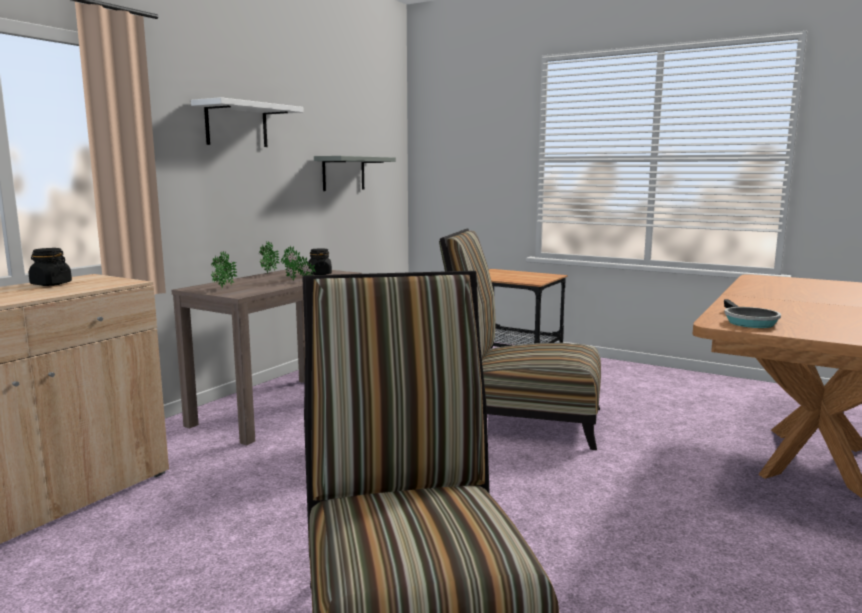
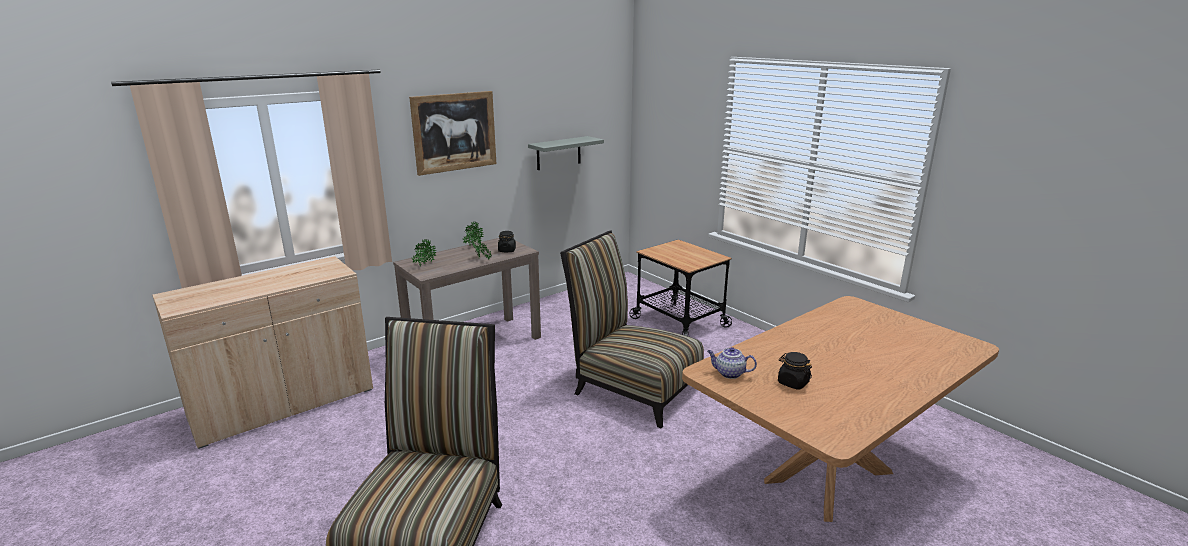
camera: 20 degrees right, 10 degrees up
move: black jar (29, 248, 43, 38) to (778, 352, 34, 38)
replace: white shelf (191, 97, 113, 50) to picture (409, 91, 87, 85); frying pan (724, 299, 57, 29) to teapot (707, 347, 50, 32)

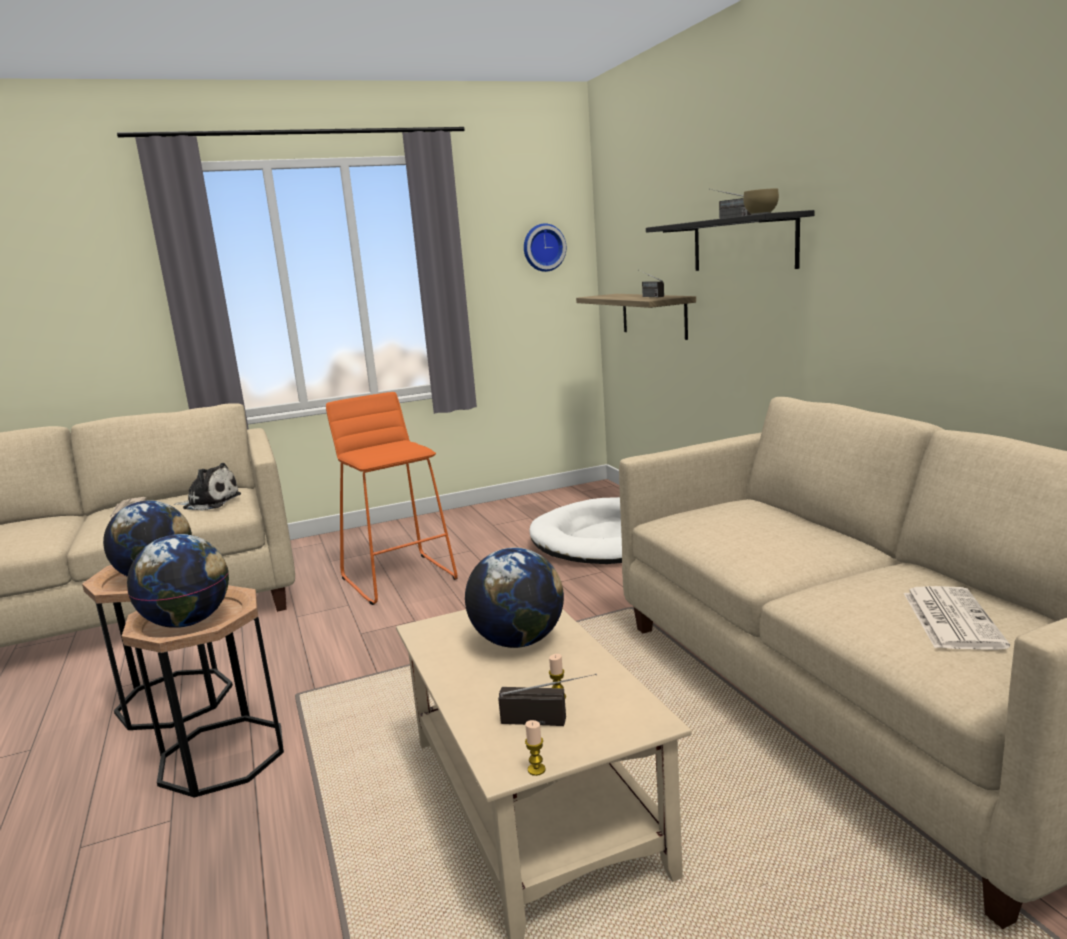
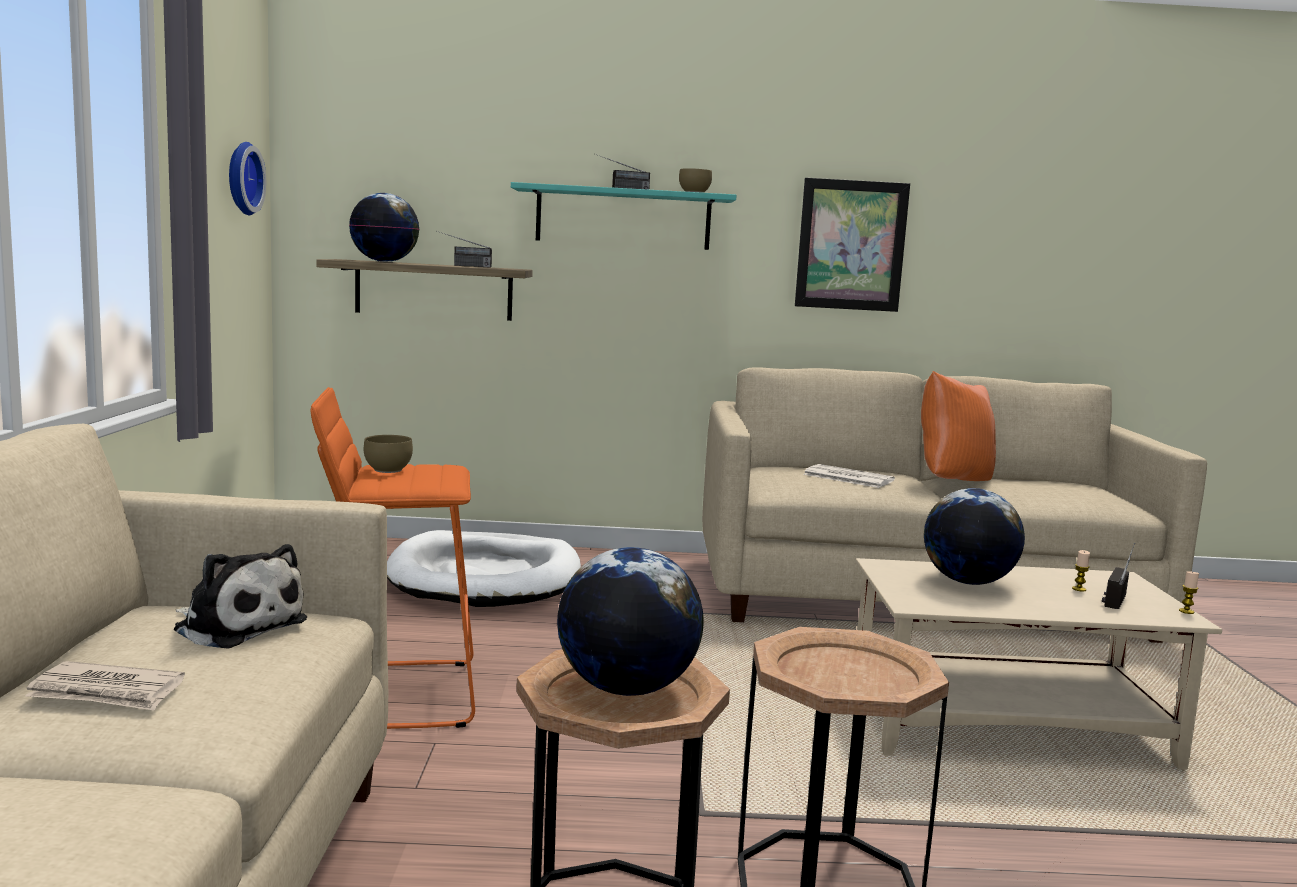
camera: 70 degrees left, 5 degrees down
insert: brown bowl (364, 435, 49, 38); picture (795, 178, 115, 134); orange pillow (921, 371, 75, 110)
move: globe (127, 534, 102, 94) to (349, 193, 71, 69); newspaper (904, 586, 106, 64) to (803, 464, 92, 24)
recolor: black shelf (646, 210, 169, 61) to turquoise shelf (511, 182, 226, 68)
rotate: plush toy (173, 463, 68, 48) = (173, 544, 134, 105) 90 degrees clockwise

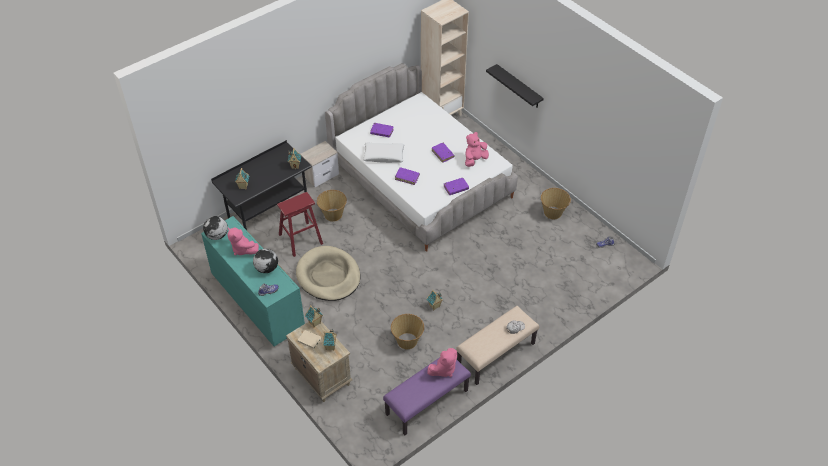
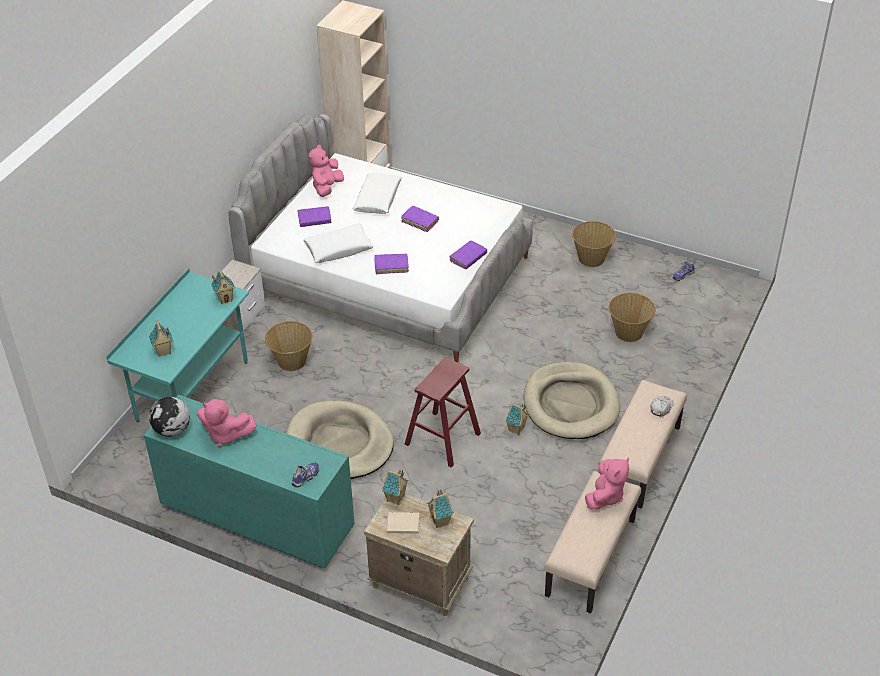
camera: 25 degrees left, 5 degrees down
delete: globe (253, 249, 25, 24); black shelf (486, 64, 58, 44)
insert: white pillow (353, 173, 49, 41); beige dog bed (524, 362, 96, 77)
move: pink plush toy (465, 132, 24, 35) to (309, 145, 35, 52); red stool (277, 192, 46, 65) to (405, 357, 76, 111); basket (391, 314, 33, 35) to (609, 293, 46, 49)
recolor: black desk (211, 140, 101, 90) to turquoise desk (106, 269, 143, 154); purple bench (383, 357, 88, 78) to beige bench (544, 471, 97, 142)

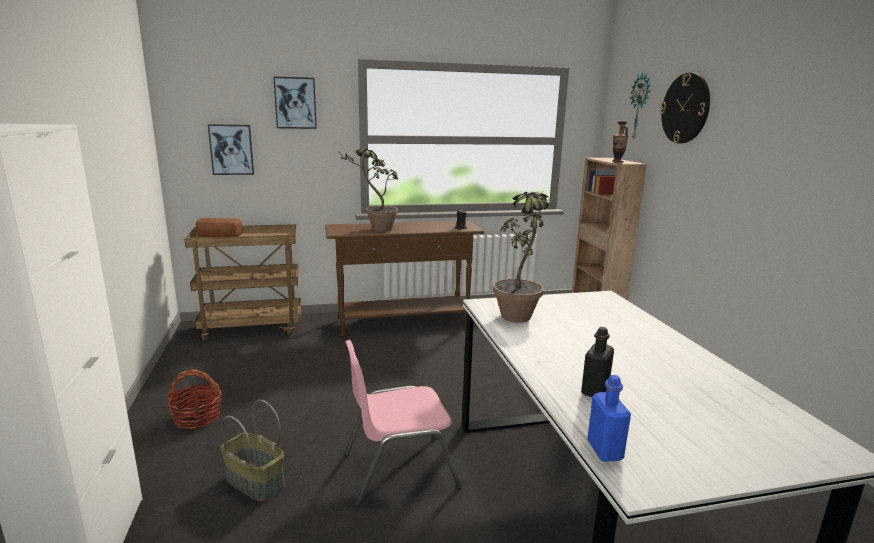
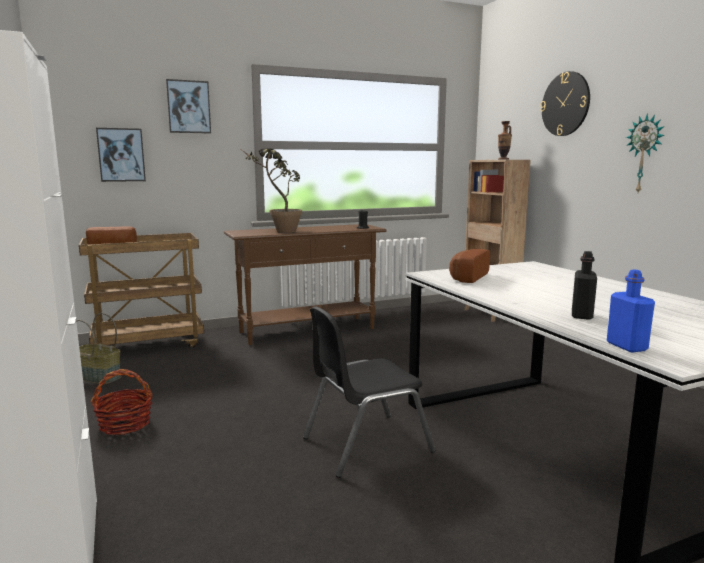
camera: 10 degrees left, 5 degrees down
move: basket (221, 400, 64, 101) to (76, 313, 46, 71); wall clock (630, 72, 21, 69) to (626, 113, 39, 80)
replace: potted plant (493, 192, 56, 131) to bread (449, 249, 41, 34)
recolor: pink chair (344, 340, 118, 166) to black chair (303, 306, 132, 172)

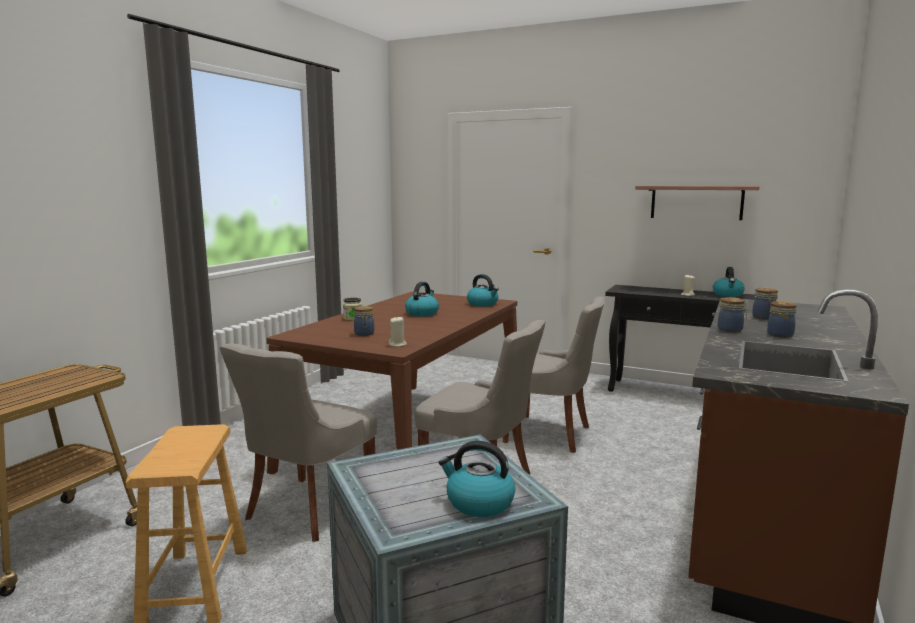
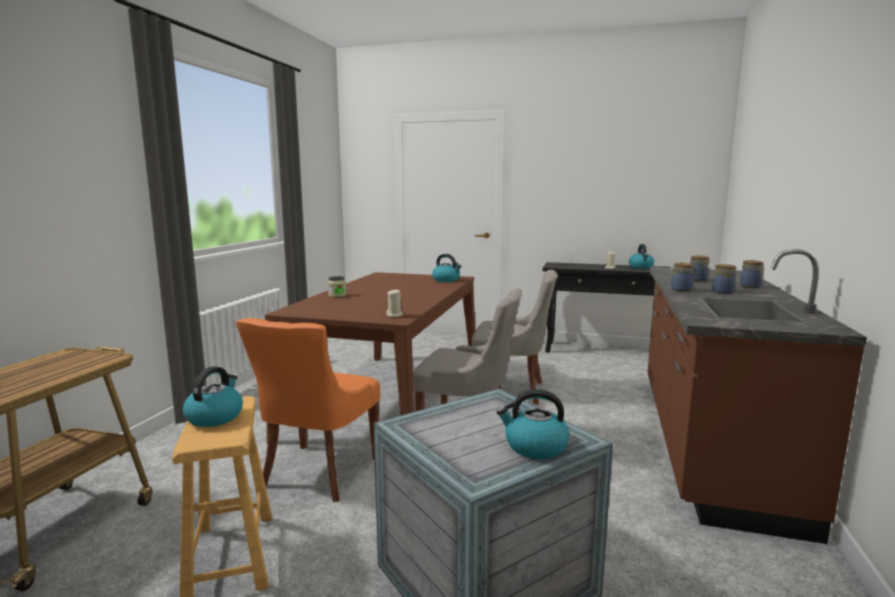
camera: 10 degrees left, 0 degrees up
delete: shelf (635, 186, 125, 34)
move: kettle (405, 282, 34, 35) to (183, 366, 60, 61); jar (354, 306, 20, 30) to (740, 260, 24, 28)
recolor: grey chair (220, 344, 157, 198) to orange chair (236, 318, 144, 184)

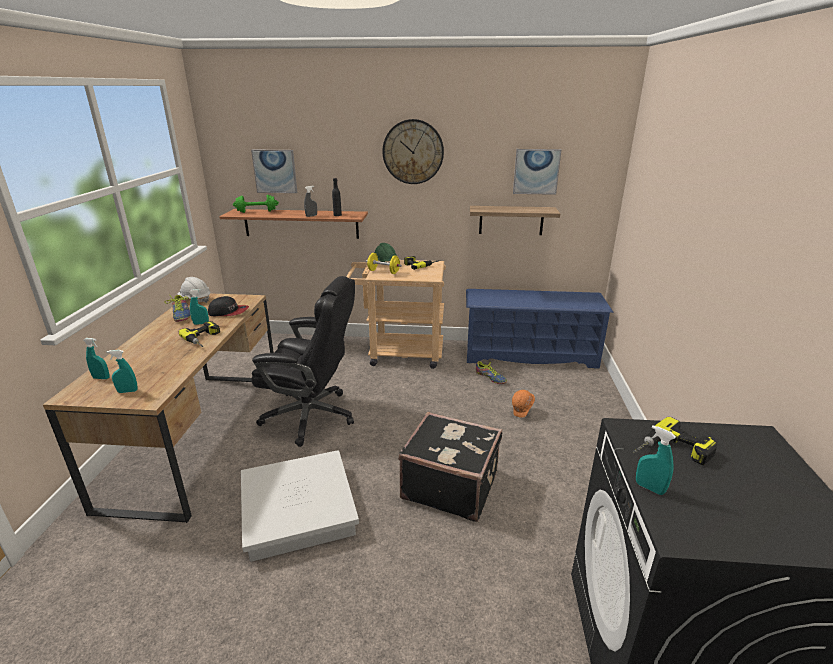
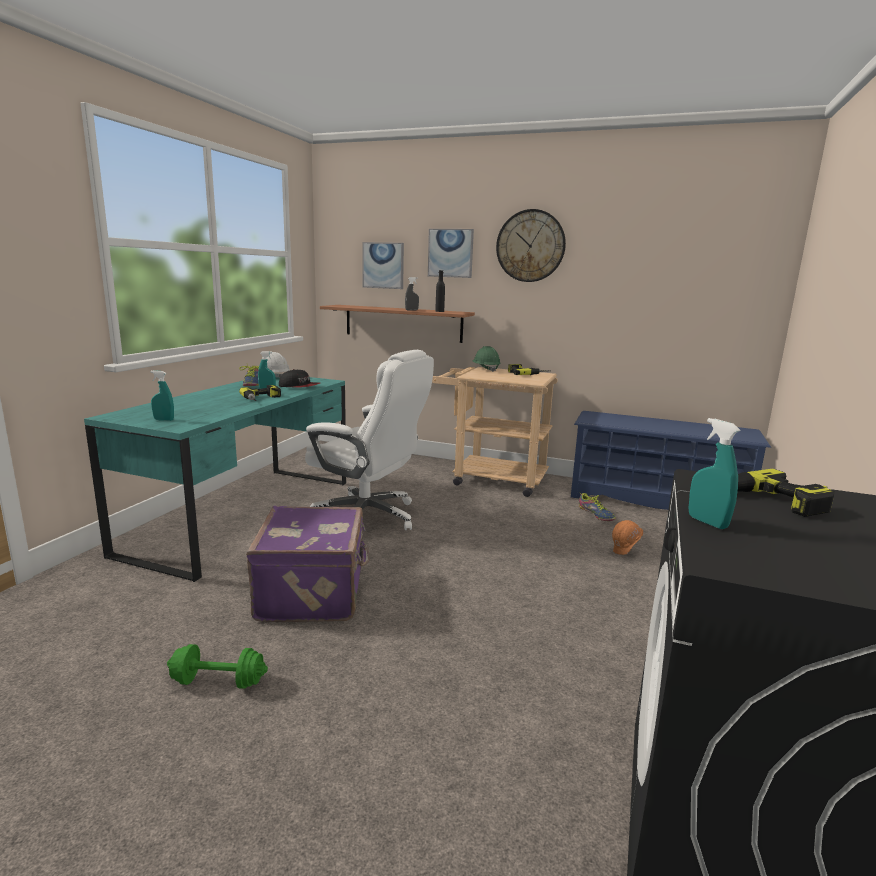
camera: 15 degrees right, 10 degrees down
delete: turquoise spray bottle (83, 338, 27, 41); yellow dumbbell (366, 253, 36, 21); black suitcase (398, 412, 104, 110); shelf (470, 206, 90, 29)
move: green dumbbell (233, 195, 46, 18) to (167, 644, 101, 45); picture (513, 149, 48, 46) to (428, 229, 46, 49)
replace: white storage box (241, 450, 118, 112) to purple suitcase (246, 506, 124, 116)
recolor: brown desk (43, 293, 231, 230) to turquoise desk (84, 373, 262, 209); black office chair (251, 276, 104, 171) to white office chair (305, 350, 129, 180)

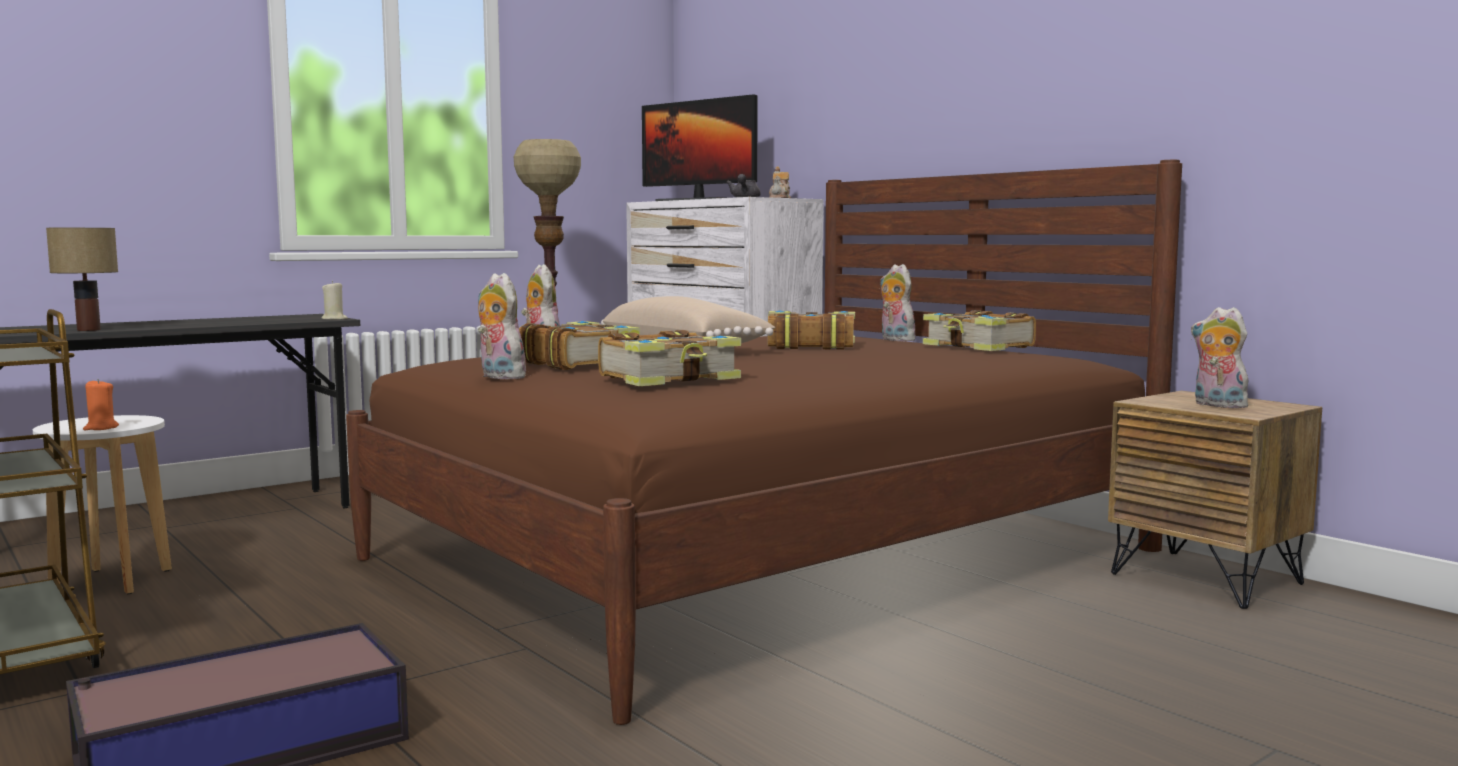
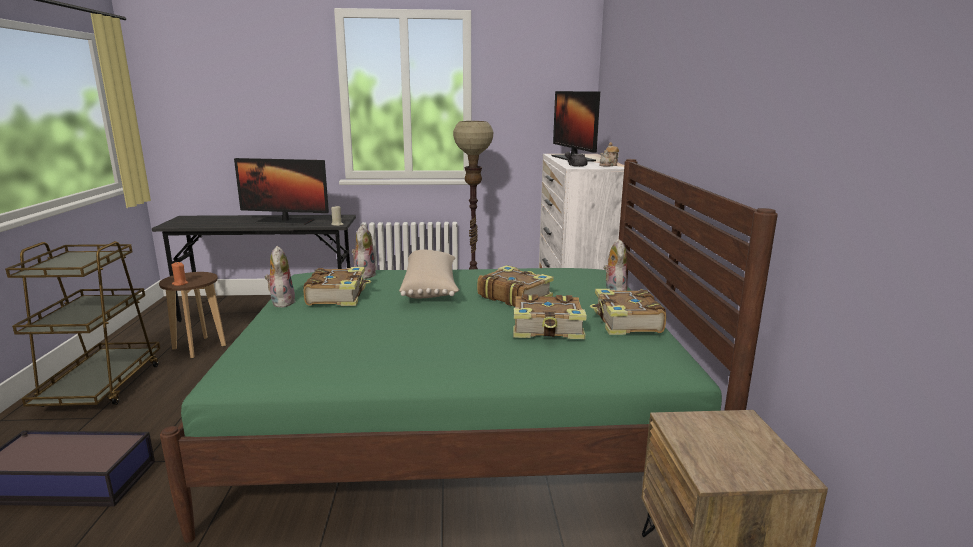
camera: 35 degrees right, 10 degrees up
delete: table lamp (46, 228, 72, 103); plush toy (1191, 307, 60, 101)
insert: monitor (234, 158, 95, 67)
move: book (598, 330, 143, 56) to (513, 294, 74, 45)
recolor: white stool (33, 415, 139, 179) to brown stool (159, 272, 67, 86); brown bed (346, 160, 836, 565) to green bed (160, 159, 618, 384)

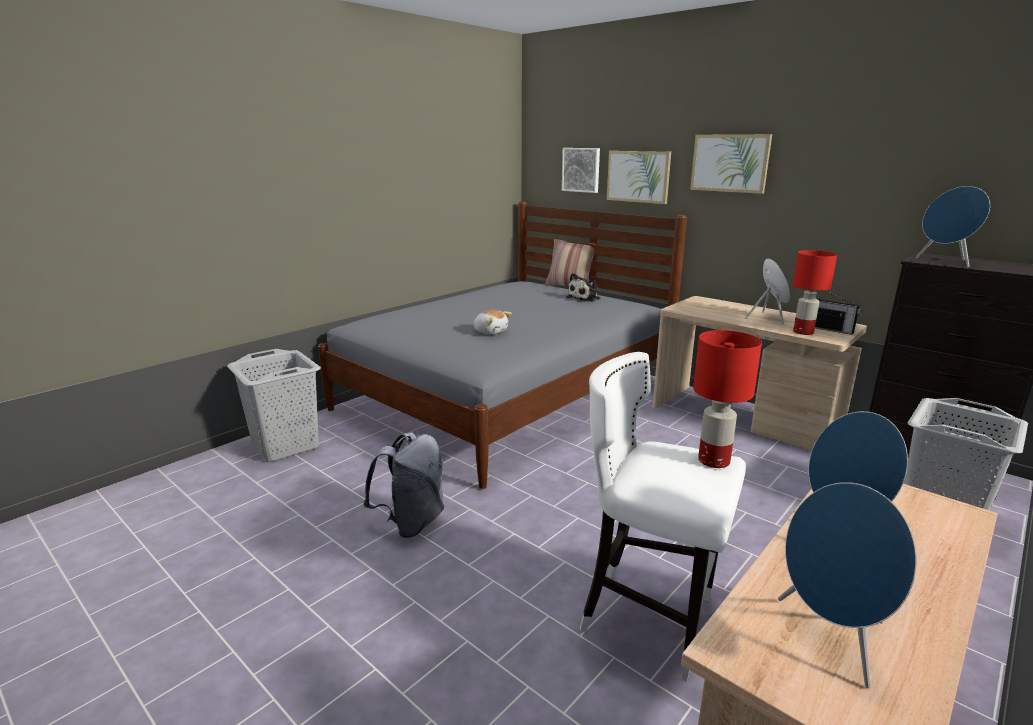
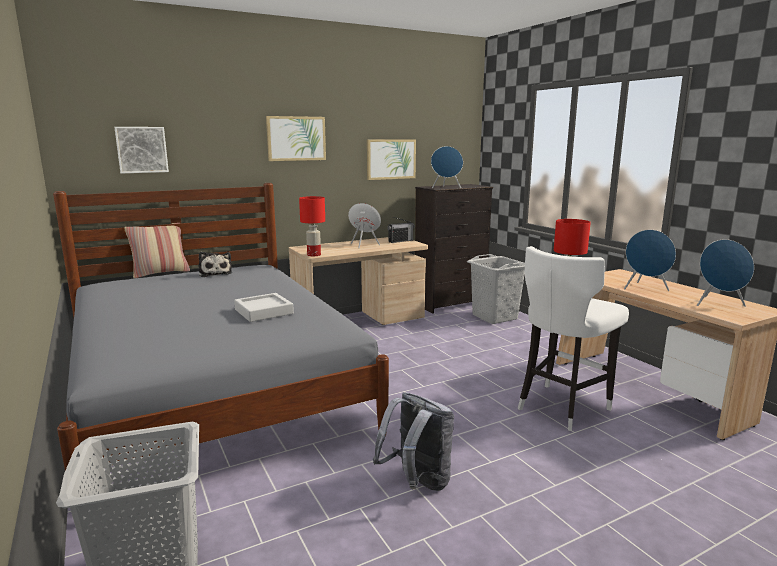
camera: 70 degrees left, 5 degrees down
move: red table lamp (792, 250, 45, 85) to (299, 196, 26, 60); picture (607, 151, 64, 53) to (367, 139, 49, 41)
replace: plush toy (474, 310, 38, 25) to grey tray (234, 293, 60, 29)

